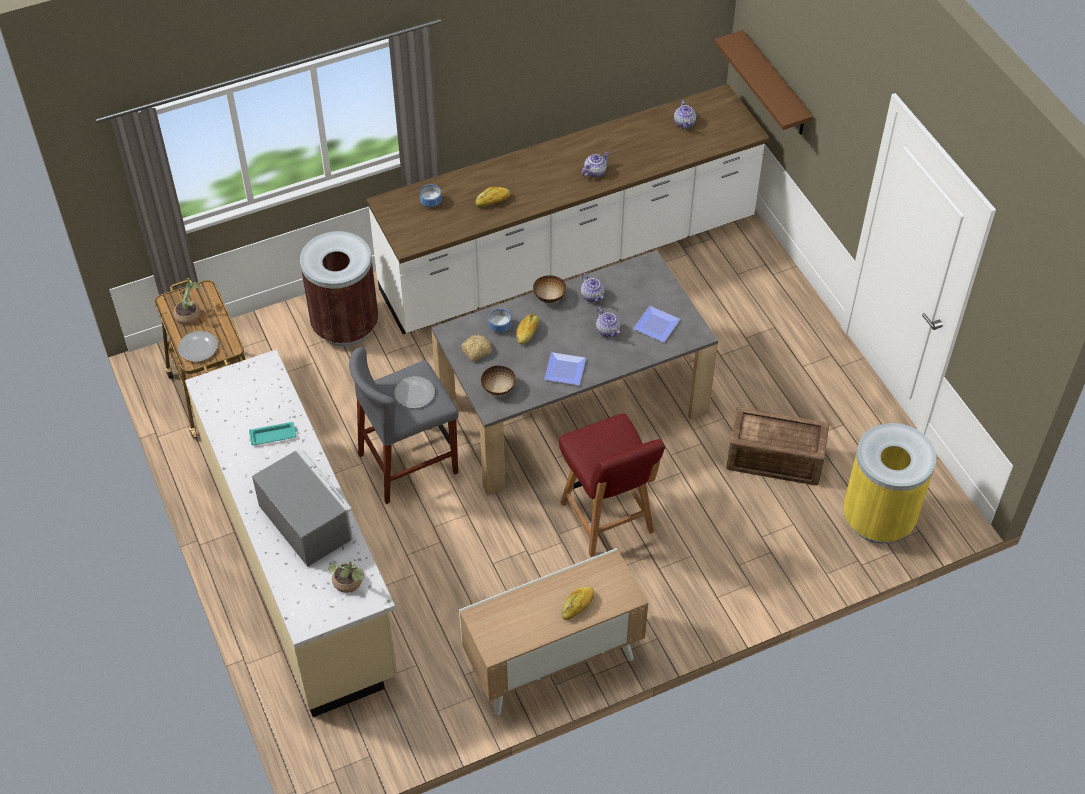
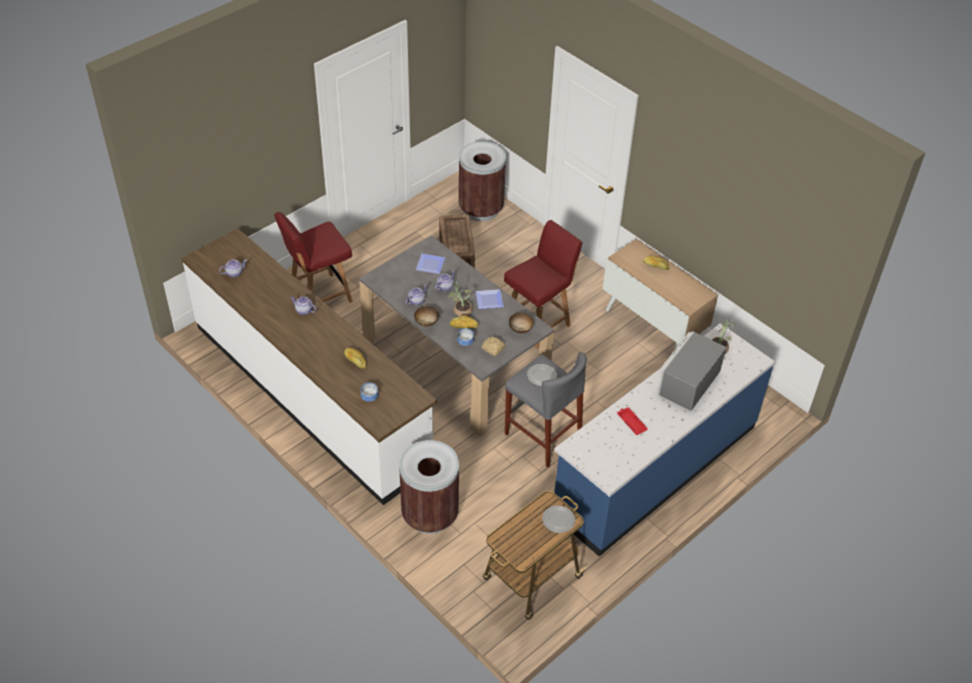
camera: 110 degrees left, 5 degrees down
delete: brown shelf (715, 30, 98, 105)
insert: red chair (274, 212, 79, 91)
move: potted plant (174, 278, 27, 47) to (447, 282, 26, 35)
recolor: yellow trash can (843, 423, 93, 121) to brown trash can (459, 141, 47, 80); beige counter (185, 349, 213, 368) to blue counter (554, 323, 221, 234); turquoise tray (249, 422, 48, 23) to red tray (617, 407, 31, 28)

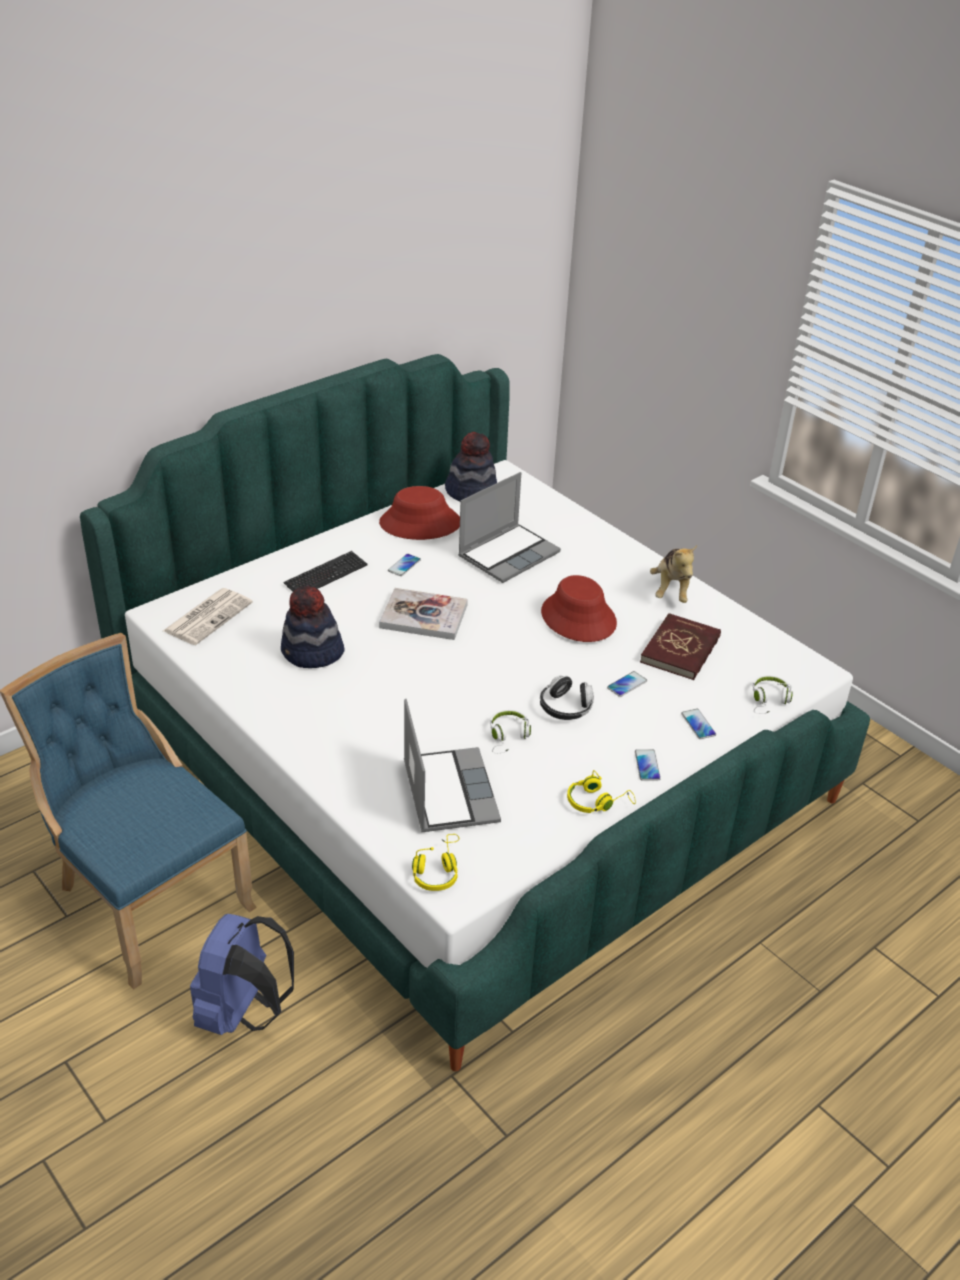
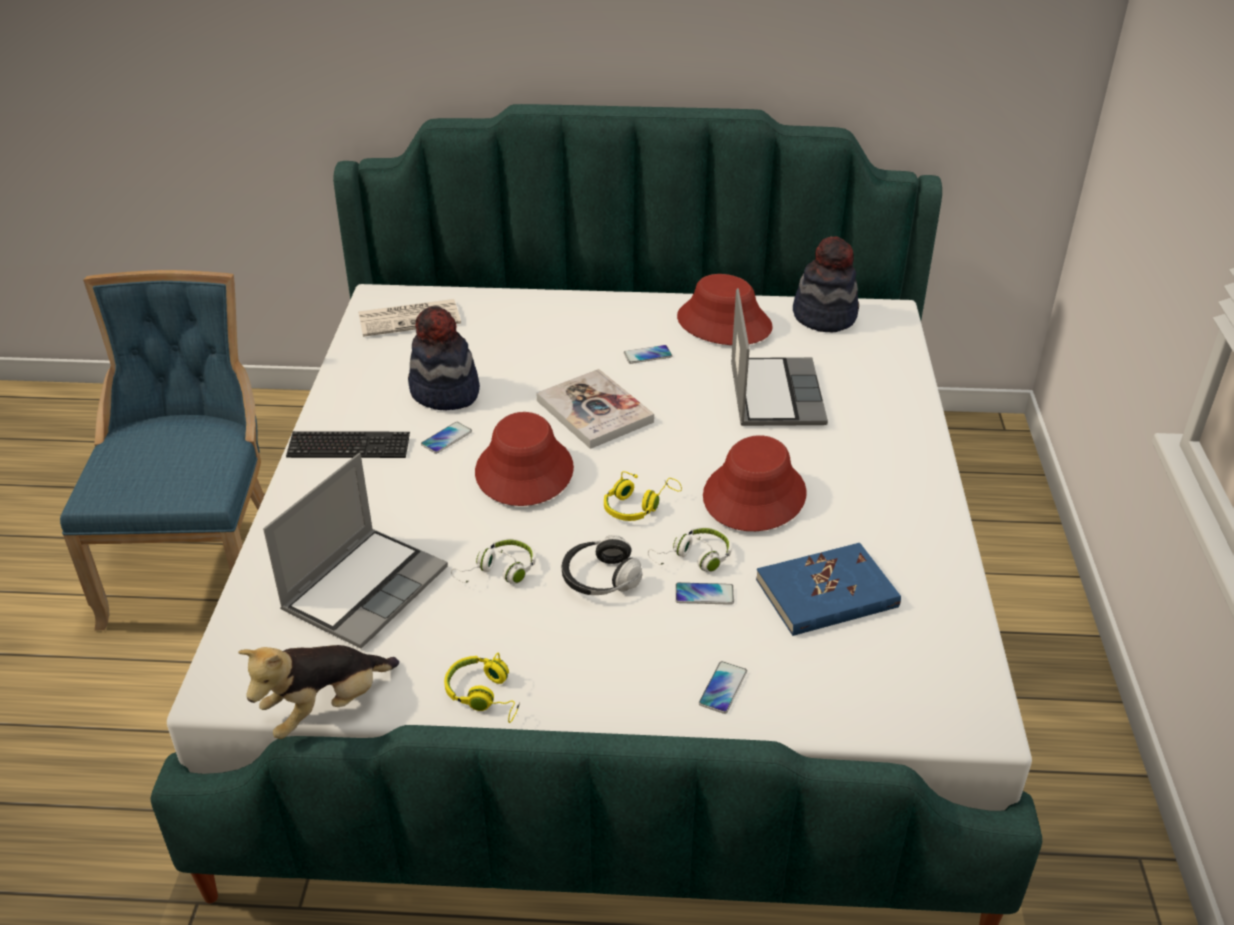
camera: 45 degrees right, 0 degrees up
delete: blue backpack (190, 914, 104, 121)
insert: red hat (475, 412, 99, 94)
move: plush toy (650, 545, 47, 58) to (238, 645, 161, 94); keyboard (283, 551, 85, 41) to (286, 431, 124, 27); phone (635, 749, 26, 31) to (421, 422, 51, 32); yellow headphones (412, 834, 47, 57) to (604, 471, 78, 50); white headphones (752, 676, 41, 38) to (648, 526, 84, 46)
recolor: red book (640, 613, 81, 67) to blue book (756, 543, 145, 93)
rotate: laptop (458, 472, 103, 111) = (731, 288, 97, 138) 90 degrees counterclockwise

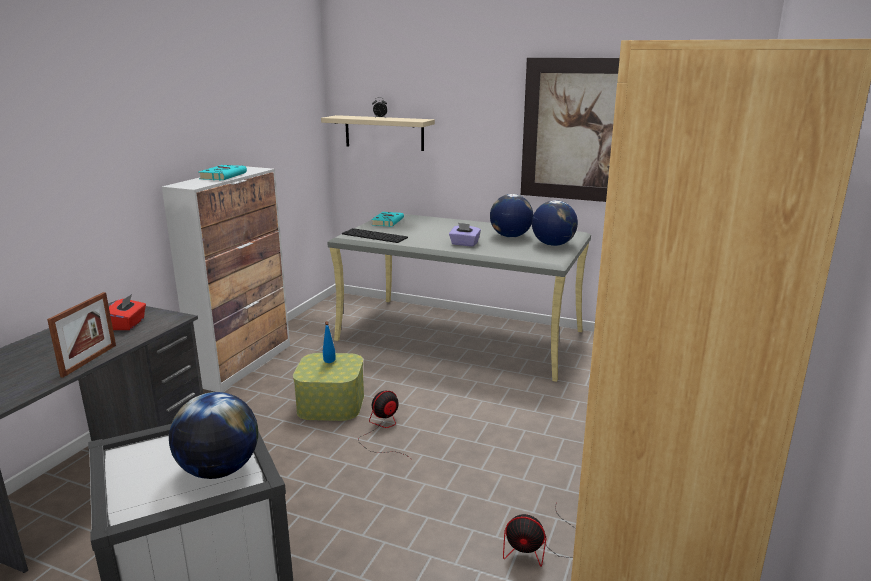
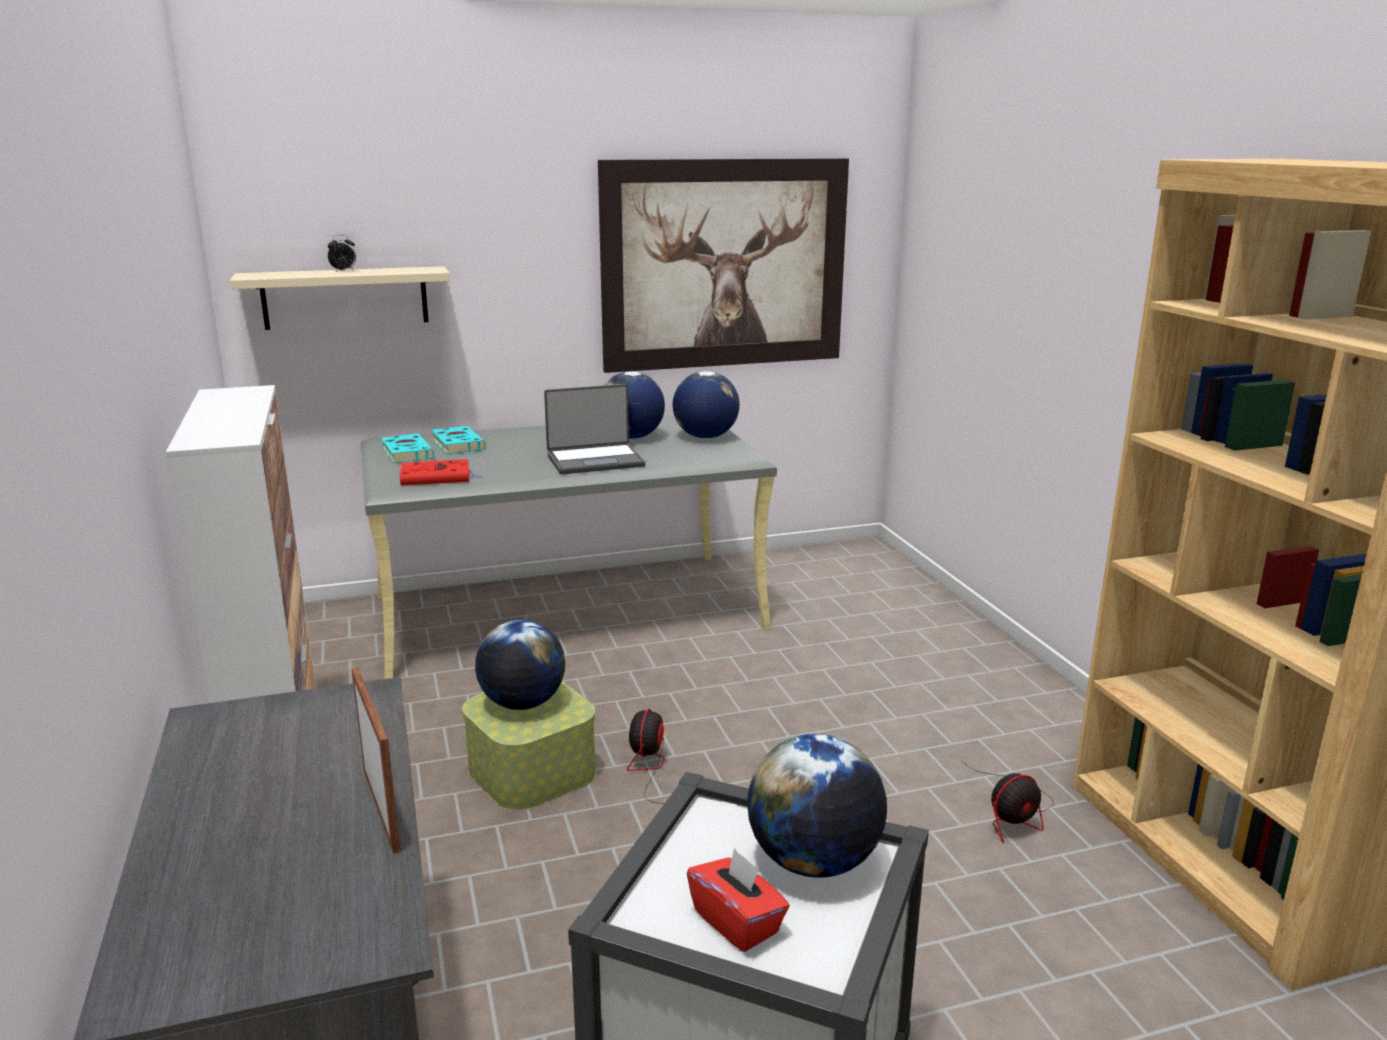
camera: 40 degrees left, 0 degrees up
move: turquoise book (199, 165, 48, 15) to (431, 426, 55, 28); red tissue box (109, 294, 37, 36) to (687, 848, 103, 104)
replace: keyboard (342, 228, 66, 15) to red book (399, 459, 83, 27); blue bottle (323, 321, 13, 42) to globe (475, 620, 90, 90); purple tissue box (449, 223, 32, 24) to laptop (544, 384, 101, 90)

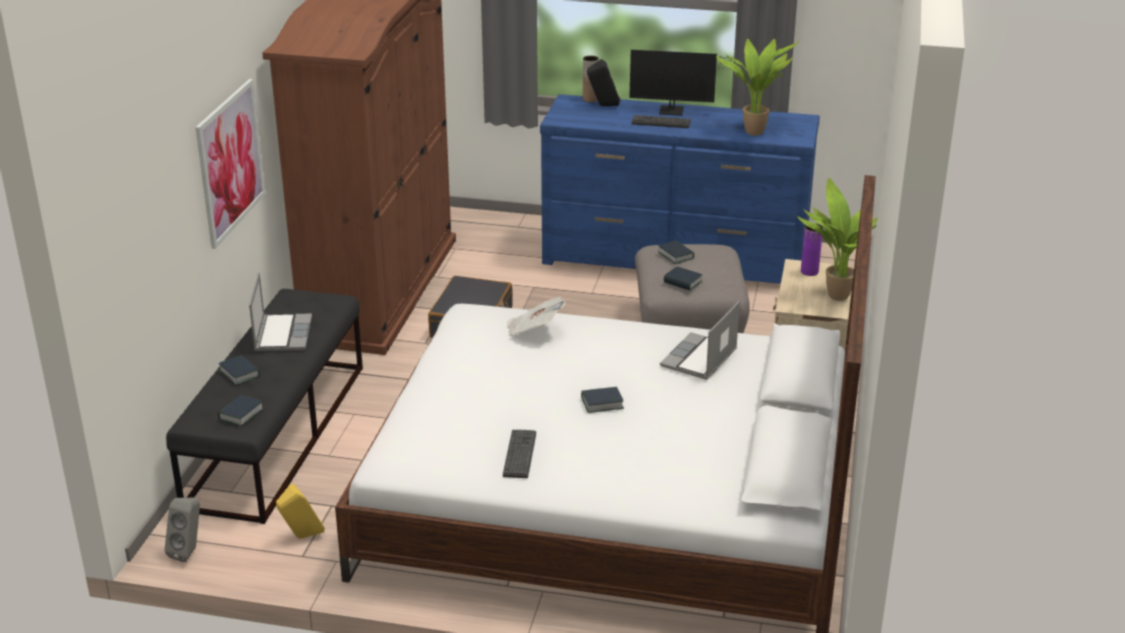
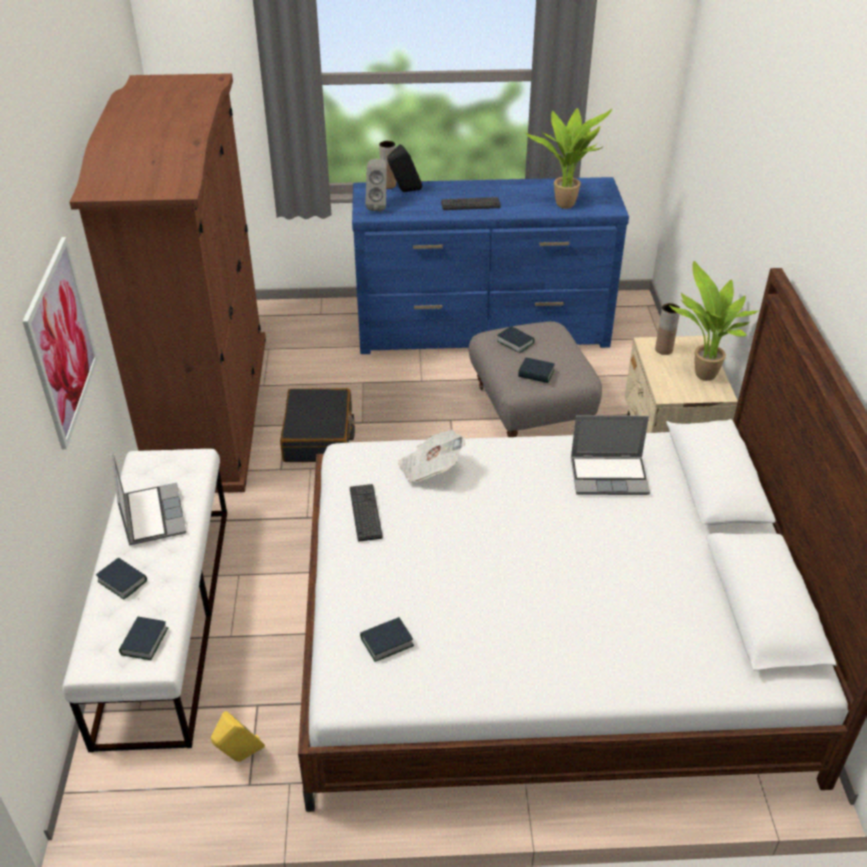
camera: 15 degrees left, 10 degrees up
delete: monitor (629, 50, 104, 66)
move: keyboard (503, 429, 33, 49) to (350, 484, 33, 57); book (581, 387, 43, 26) to (360, 617, 54, 45); grey speaker (165, 498, 35, 64) to (365, 159, 21, 52)
recolor: black bench (166, 289, 197, 235) to white bench (62, 449, 165, 303); purple vase (801, 224, 22, 52) to brown vase (655, 303, 25, 52)
rotate: laptop (660, 301, 80, 79) = (571, 415, 79, 80) 105 degrees counterclockwise

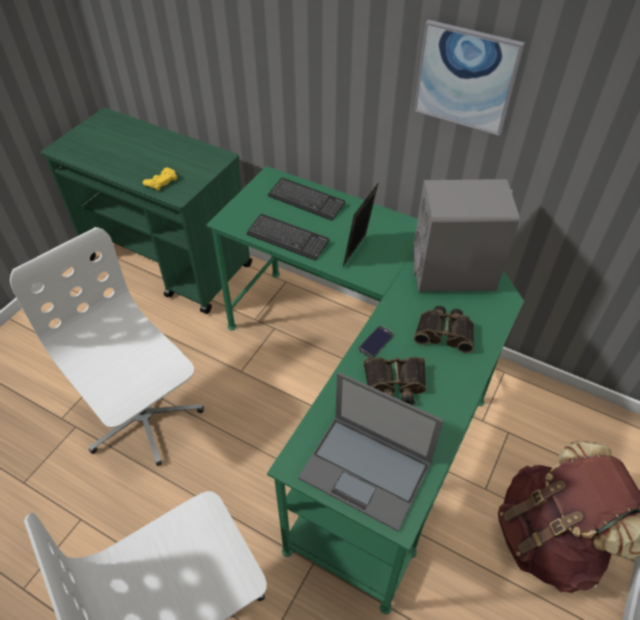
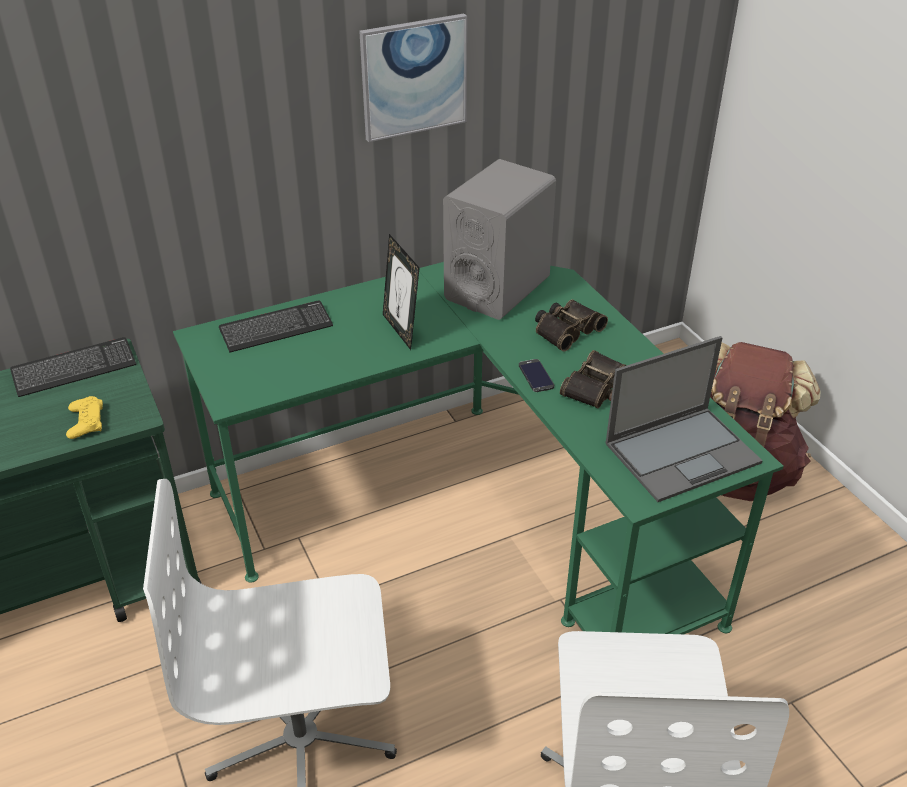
camera: 55 degrees left, 10 degrees down
move: keyboard (246, 214, 83, 47) to (10, 337, 126, 60)

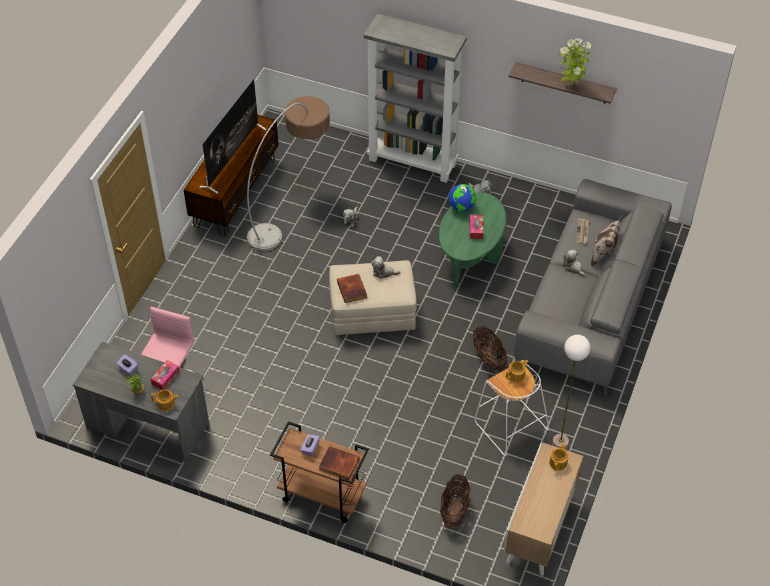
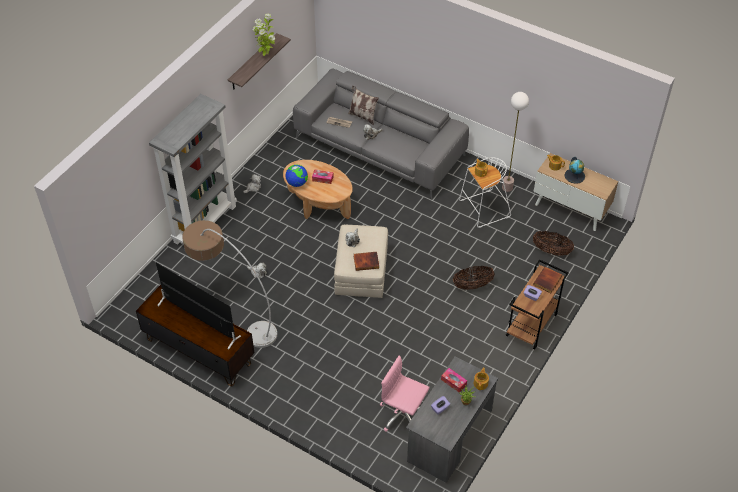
camera: 80 degrees left, 0 degrees up
insert: globe (564, 157, 21, 27)
move: basket (473, 326, 34, 45) to (453, 266, 42, 24)
recolor: green coffee table (438, 193, 68, 94) to brown coffee table (283, 160, 70, 59)

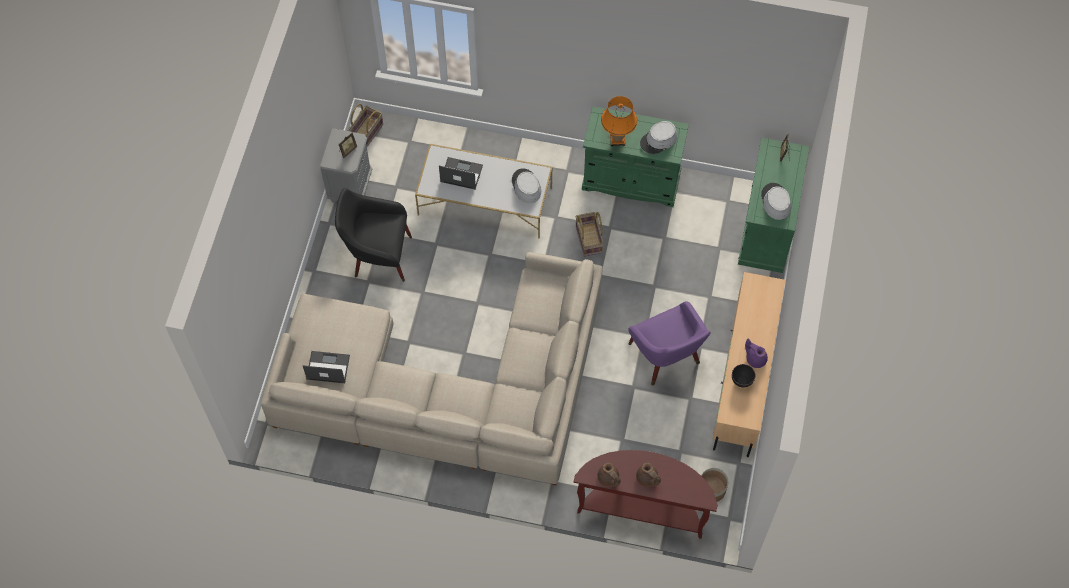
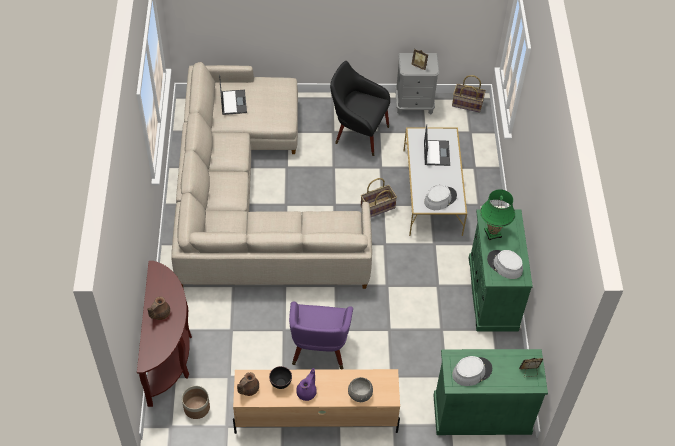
camera: 75 degrees right, 10 degrees down
insert: grey bowl (348, 377, 25, 25)
move: brown teapot (597, 462, 24, 24) to (237, 372, 22, 24); basket (575, 212, 29, 45) to (361, 178, 36, 39)
recolor: orange table lamp (601, 96, 36, 50) to green table lamp (480, 189, 35, 51)
rotate: purple armchair (628, 301, 83, 85) = (289, 301, 64, 68) 45 degrees counterclockwise; black armchair (335, 188, 77, 94) = (330, 61, 60, 95) 60 degrees counterclockwise

